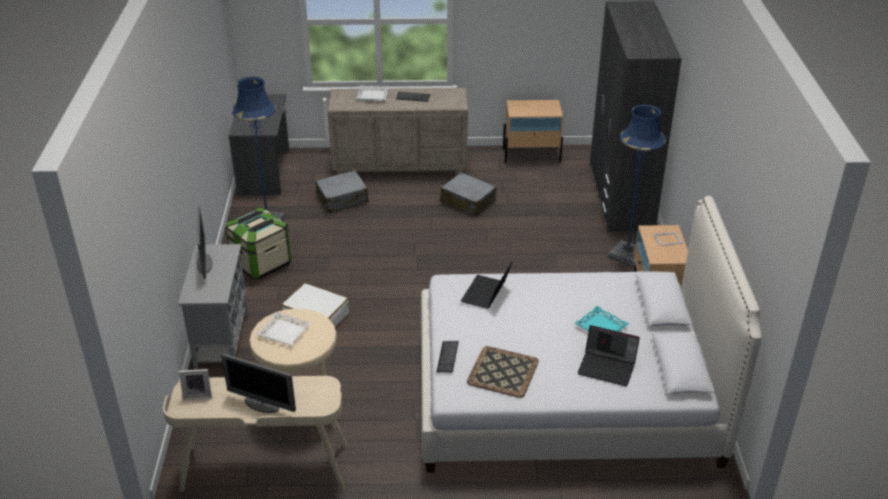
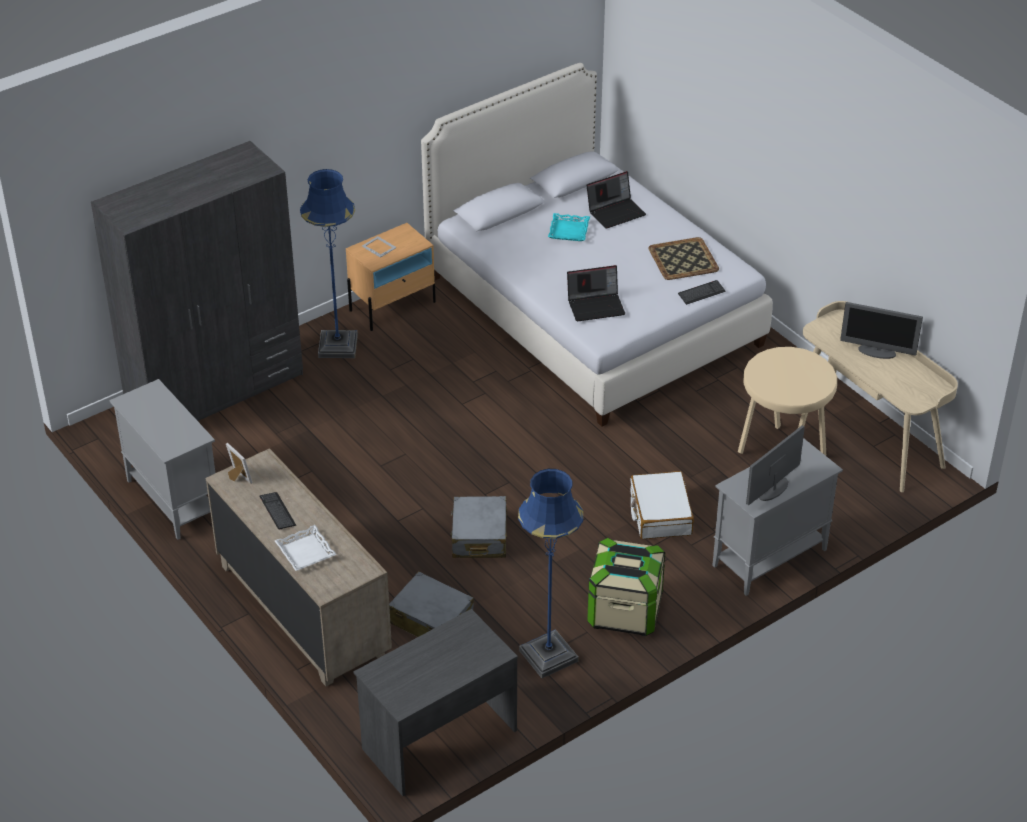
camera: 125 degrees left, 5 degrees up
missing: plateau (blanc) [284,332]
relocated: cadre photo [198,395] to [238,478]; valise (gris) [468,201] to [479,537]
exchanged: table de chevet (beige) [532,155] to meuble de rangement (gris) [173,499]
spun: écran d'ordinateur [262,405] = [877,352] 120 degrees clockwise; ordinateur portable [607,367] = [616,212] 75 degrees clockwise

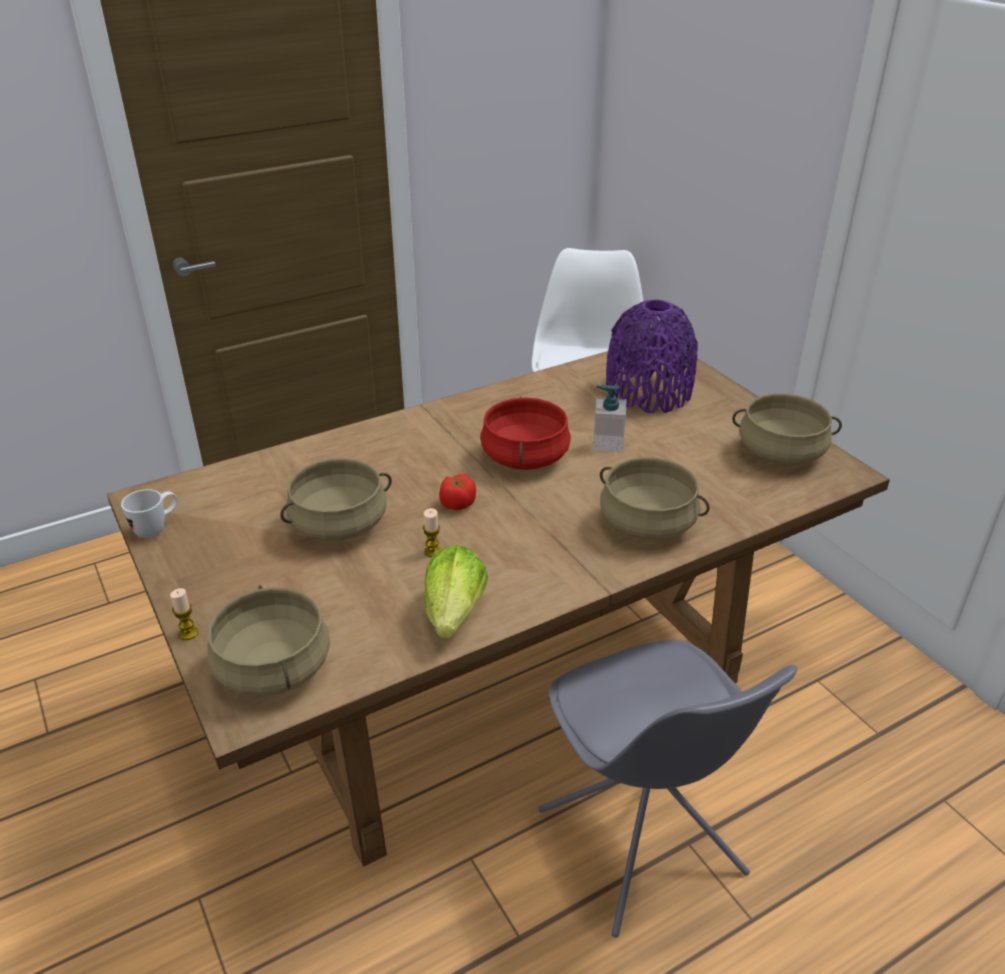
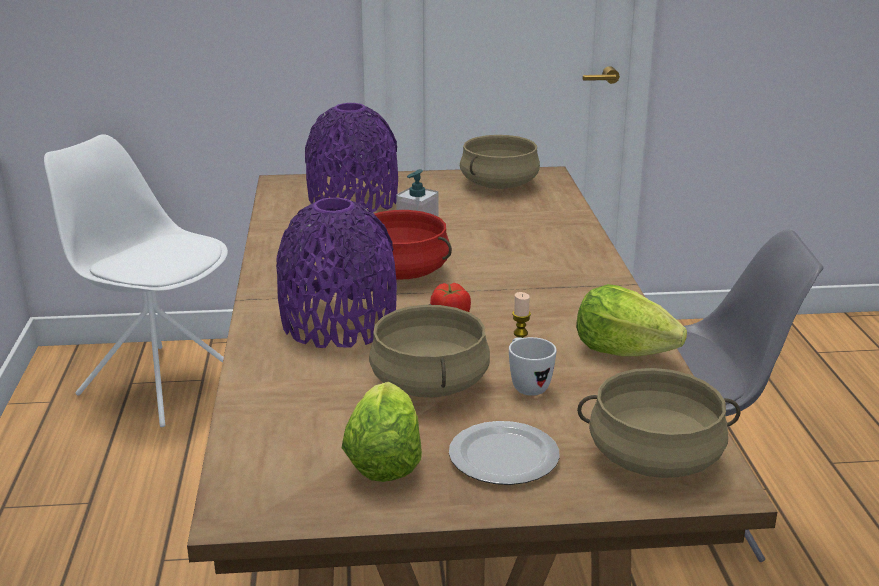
camera: 65 degrees left, 10 degrees down
missing: bougie [188,633]; marmite (beige) [648,523]
appeared: vase (violet) [338,323]; laitue [383,461]; assiette [505,457]
relocated: mug (blanc) [157,528] to [526,385]

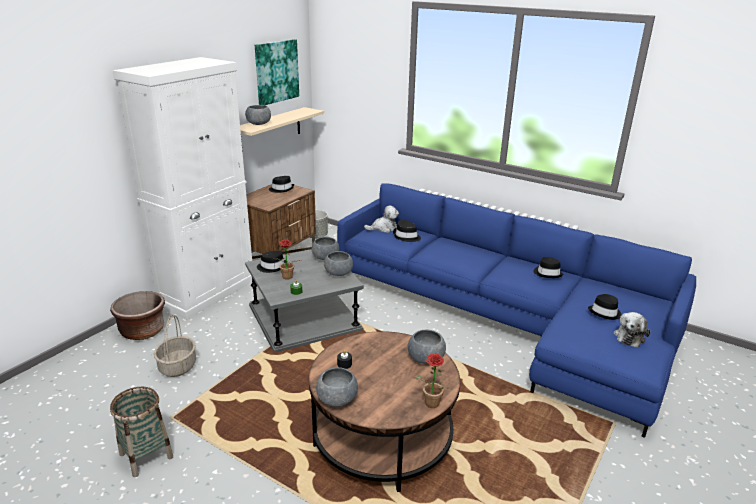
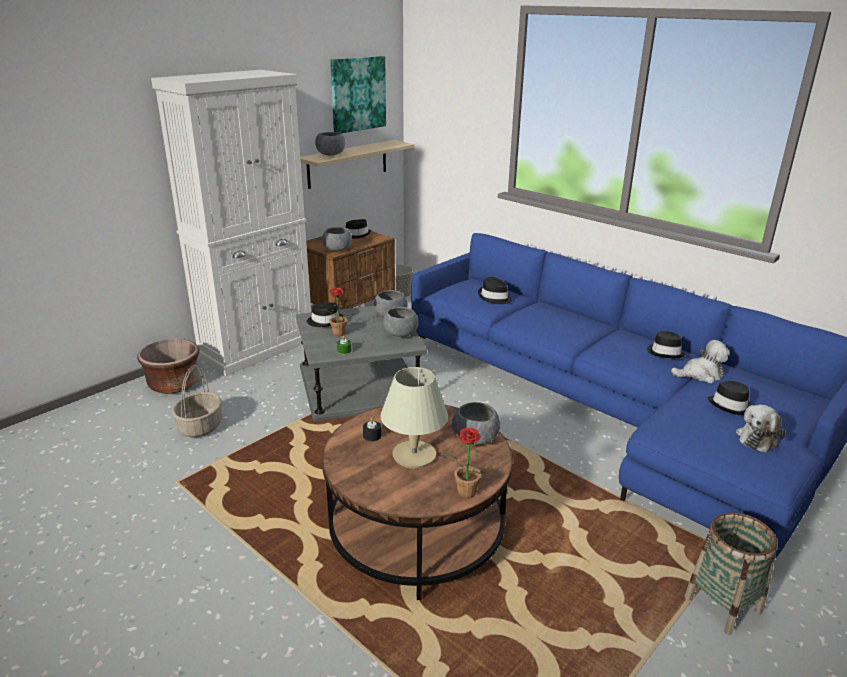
camera: 10 degrees right, 0 degrees up
appeared: lampe de table (beige) [414,456]
relocated: panier [146,455] to [723,605]; bol (gris) [337,399] to [337,250]; peluche [383,228] to [700,374]

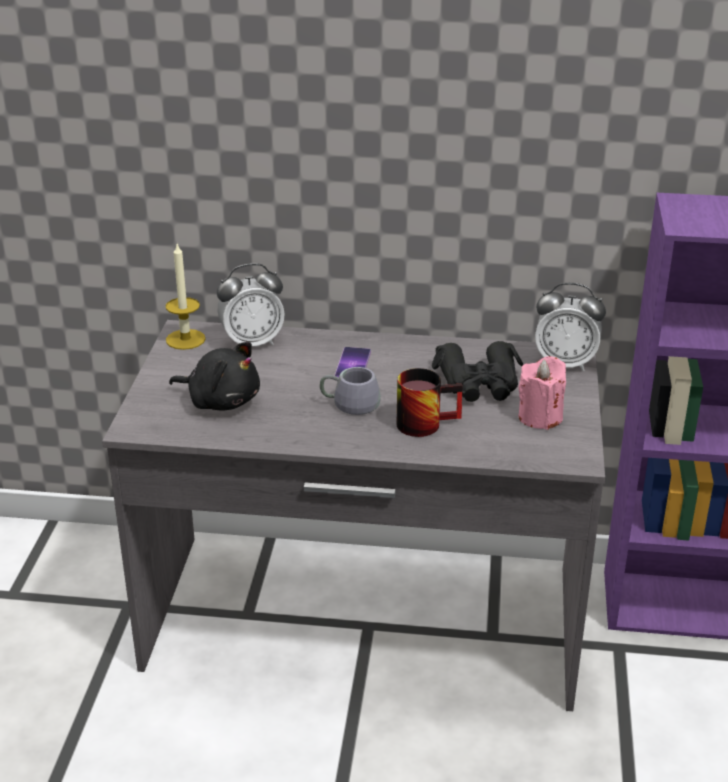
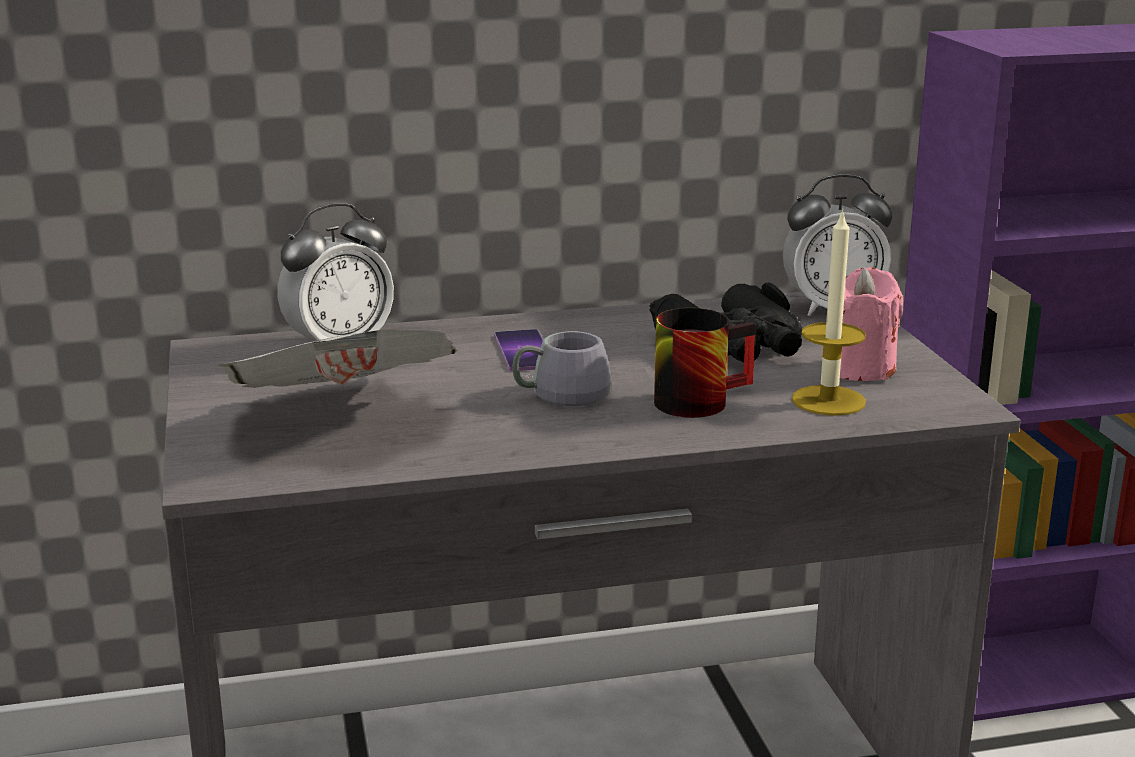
camera: 20 degrees left, 10 degrees down
relocated: bougie [185,339] to [828,400]
exchanged: peluche (noir) [221,401] to journal [343,422]

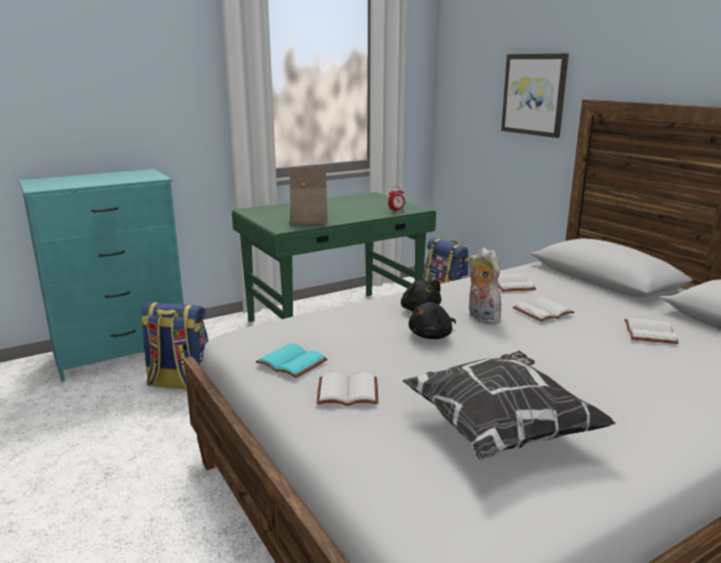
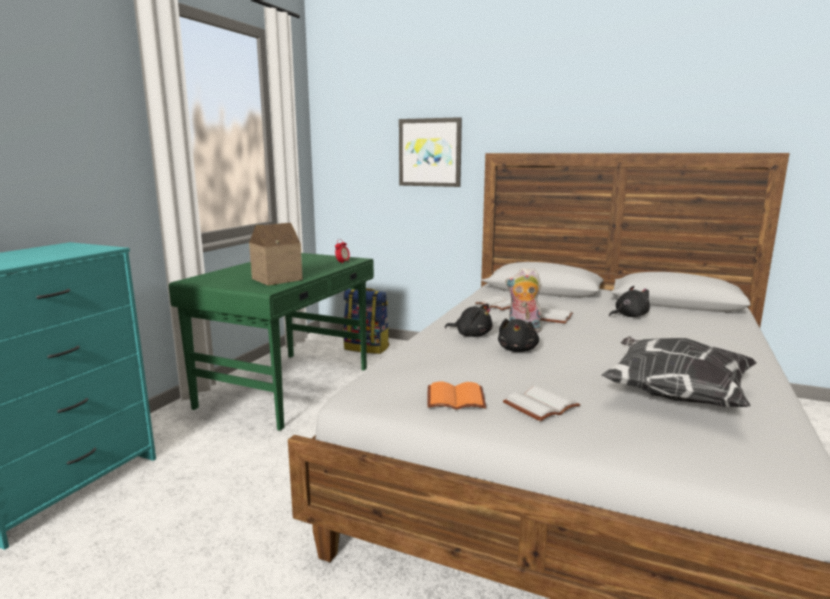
camera: 35 degrees left, 5 degrees down
missing: sac à dos [179,383]
exchanged: livre (blanc) [648,332] to peluche (noir) [629,316]
colour: livre (turquoise) [293,362] to livre (orange) [456,398]

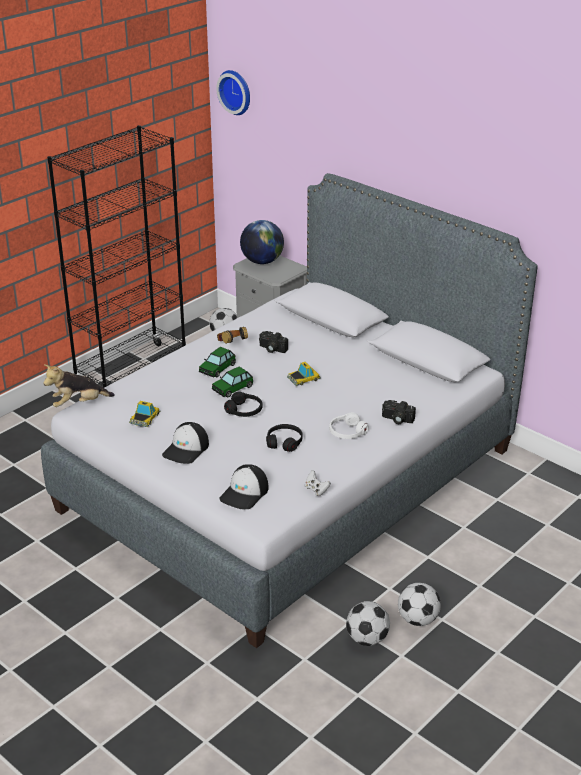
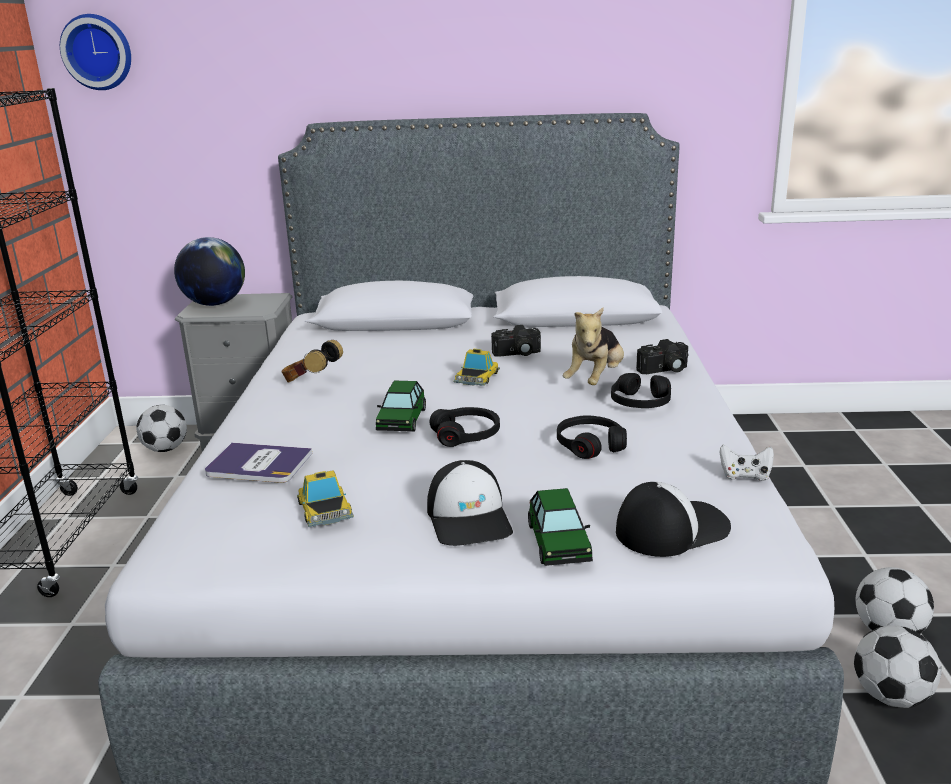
camera: 40 degrees left, 10 degrees down
appeared: livre [258,464]
relocated: peluche [78,404] to [595,380]; petite voiture [217,368] to [559,542]; appareil photo [271,349] to [517,354]
colour: casque audio (blanc) [347,432] to casque audio (noir) [640,402]
spun: casquette [245,493] = [671,529] 105 degrees counterclockwise

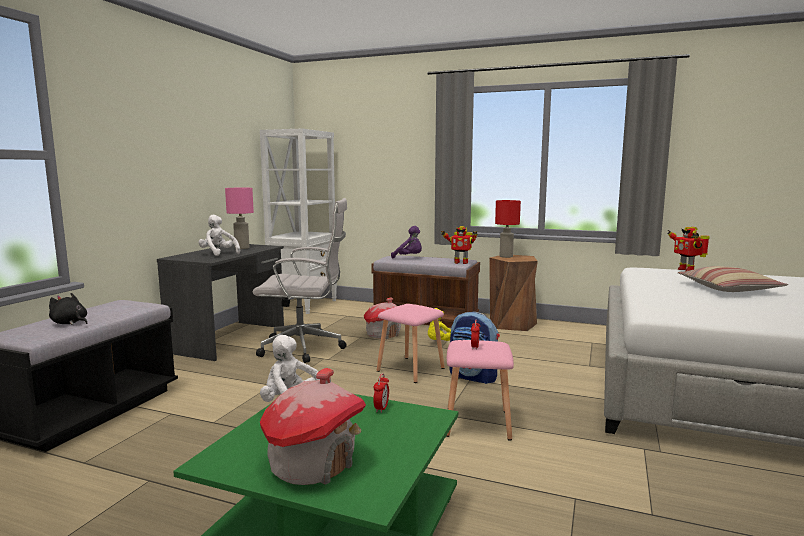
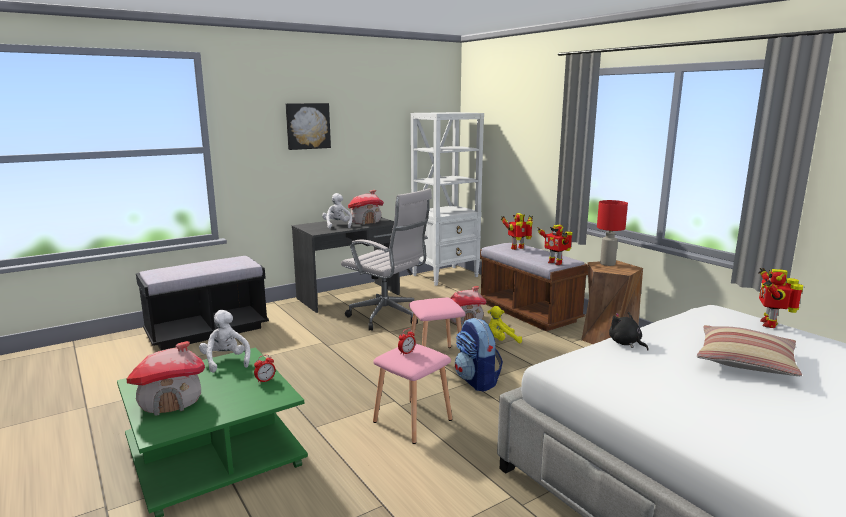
camera: 35 degrees right, 5 degrees up
appeared: tableau [307,126]
relocated: peluche (noir) [70,323] to [626,343]
exchanged: lampe de table (rose) [242,248] to maison miniature [366,221]; peluche (violet) [409,257] to robot jouet [518,248]

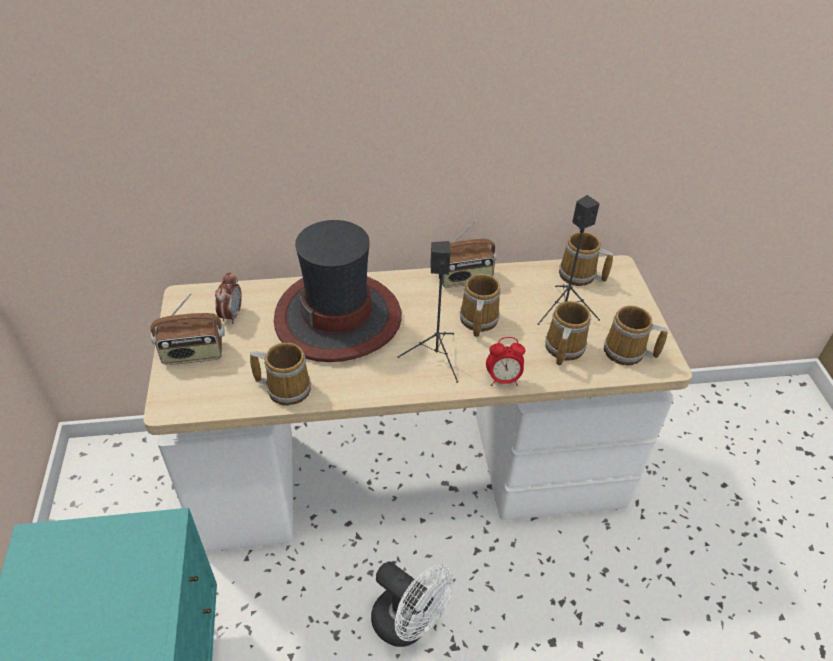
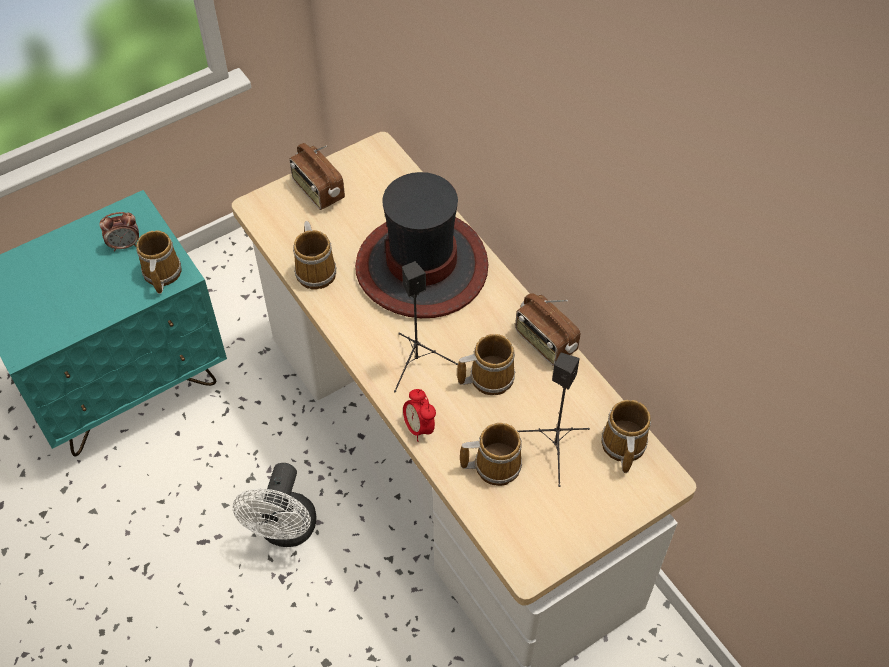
camera: 65 degrees right, 10 degrees up
relocated: réveil [231,315] to [125,245]; mug [626,352] to [160,274]

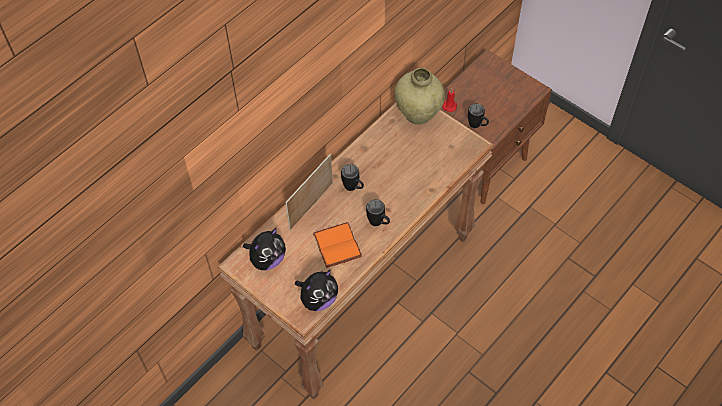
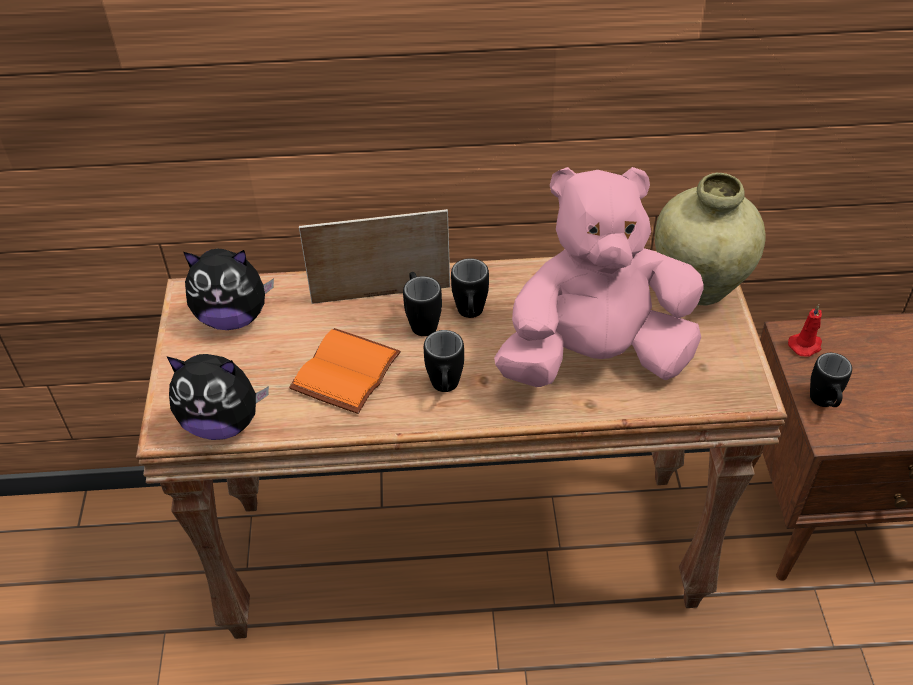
camera: 45 degrees right, 10 degrees down
appeared: mug (noir) [421,320]; peluche (rose) [595,357]

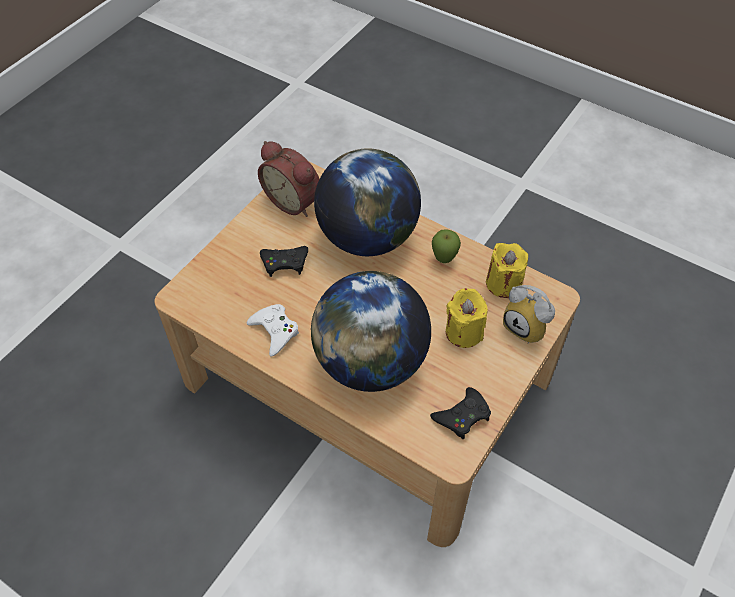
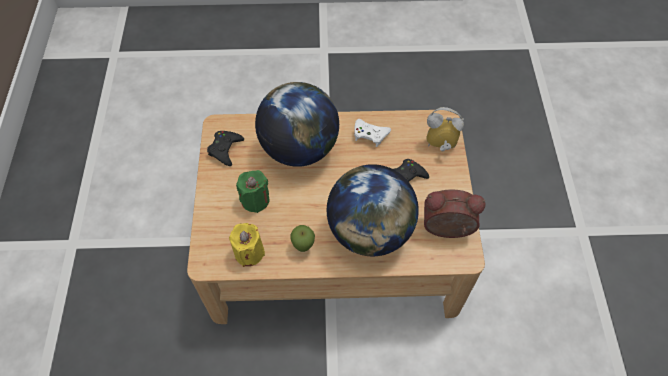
camera: 145 degrees right, 5 degrees up
relocated: réveil [527,327] to [439,147]
colour: bougie (jaune) [463,332] to bougie (vert) [255,200]

